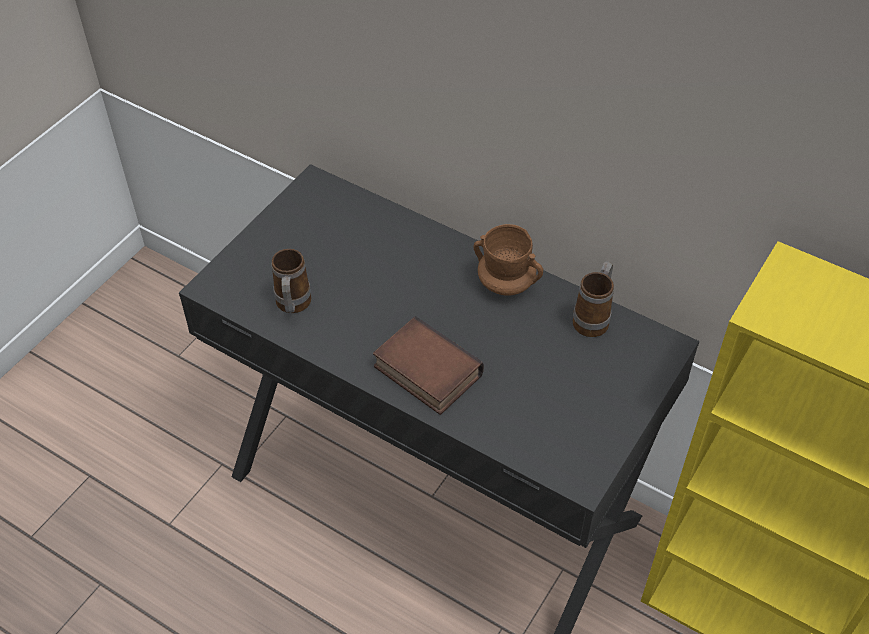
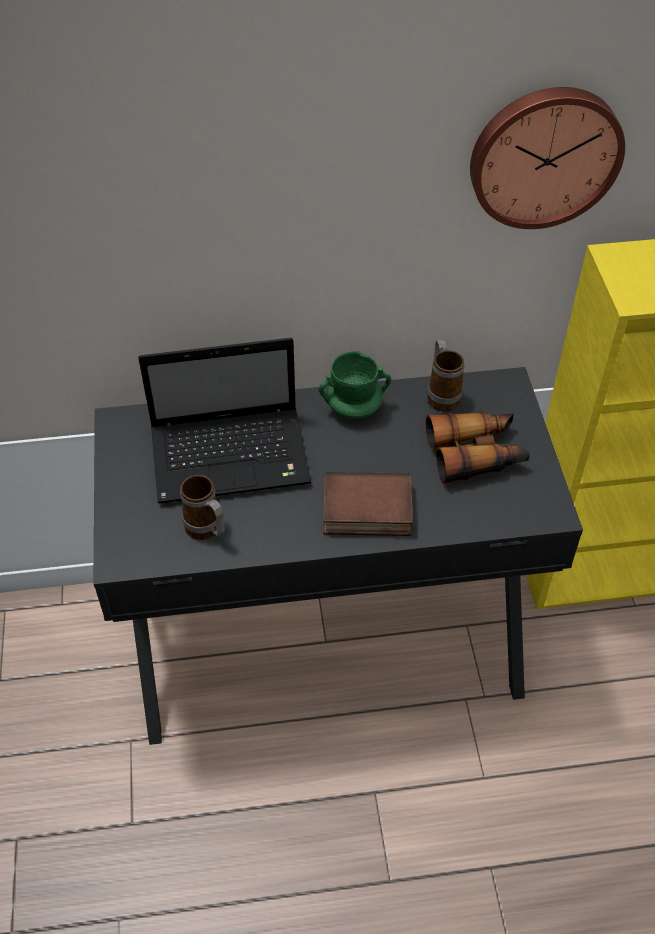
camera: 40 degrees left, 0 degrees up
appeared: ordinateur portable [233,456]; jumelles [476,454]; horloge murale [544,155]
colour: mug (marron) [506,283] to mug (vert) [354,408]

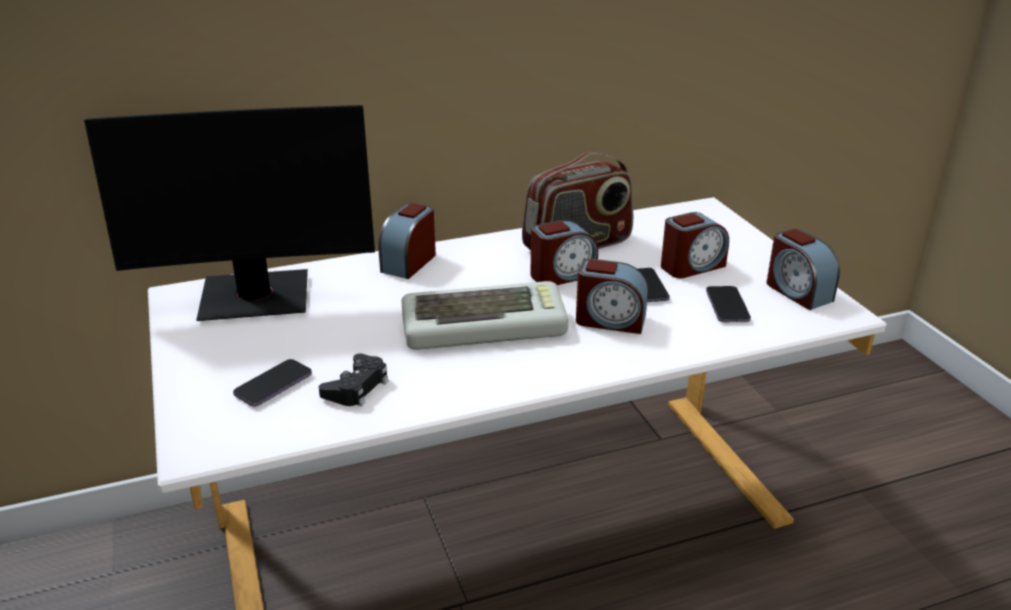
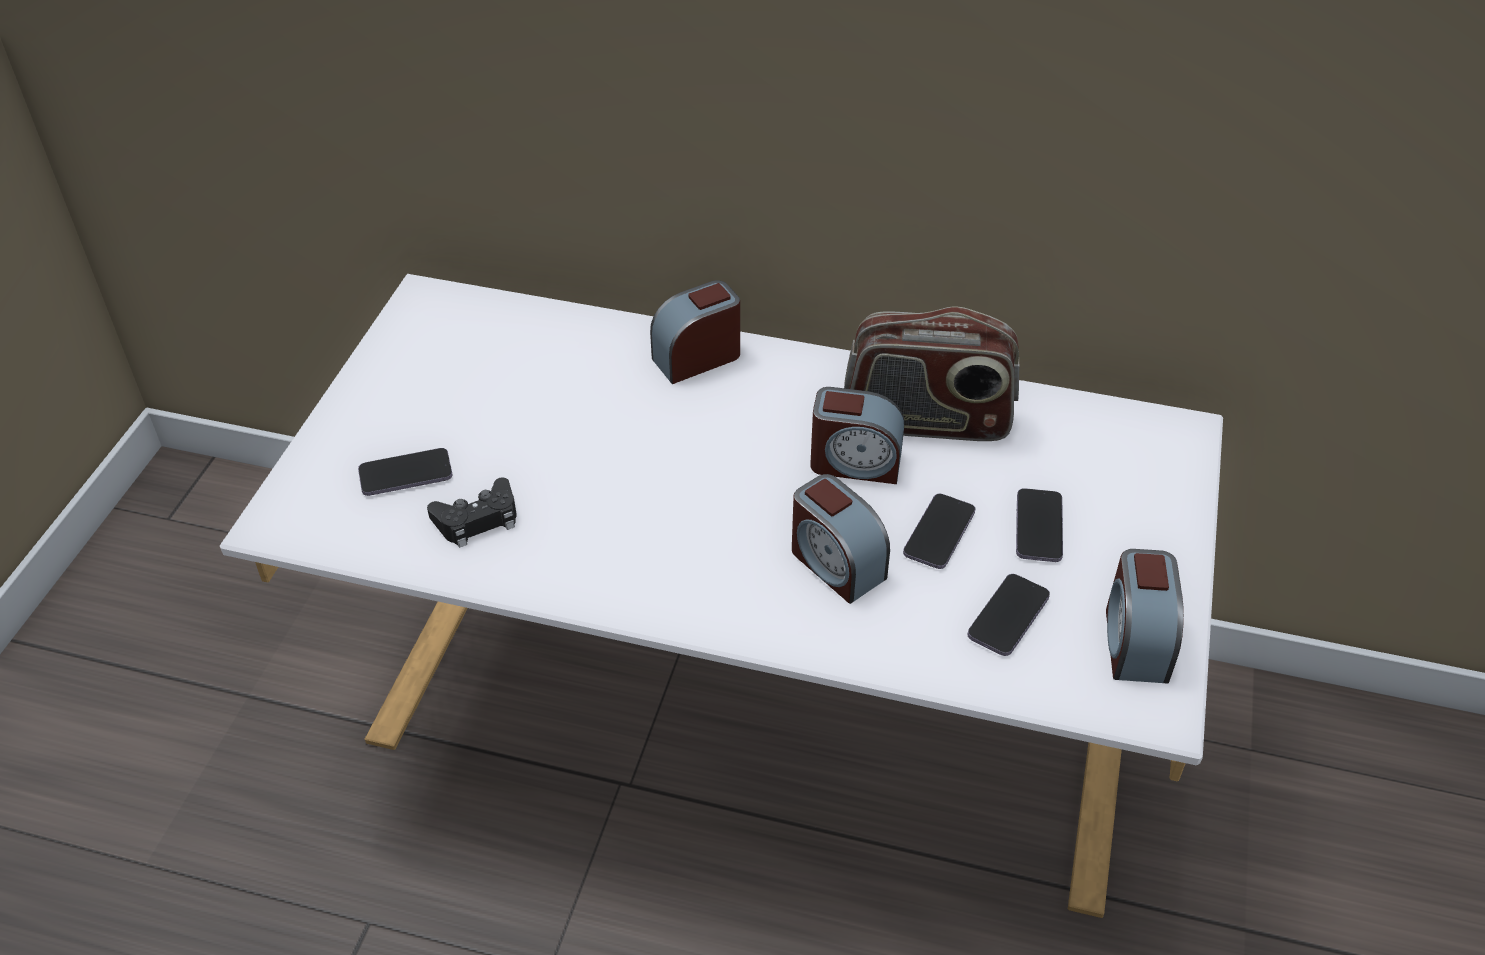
camera: 35 degrees right, 15 degrees up
missing: écran d'ordinateur [255,298]; clavier [485,326]
exchanged: réveil [692,266] to téléphone [1038,527]

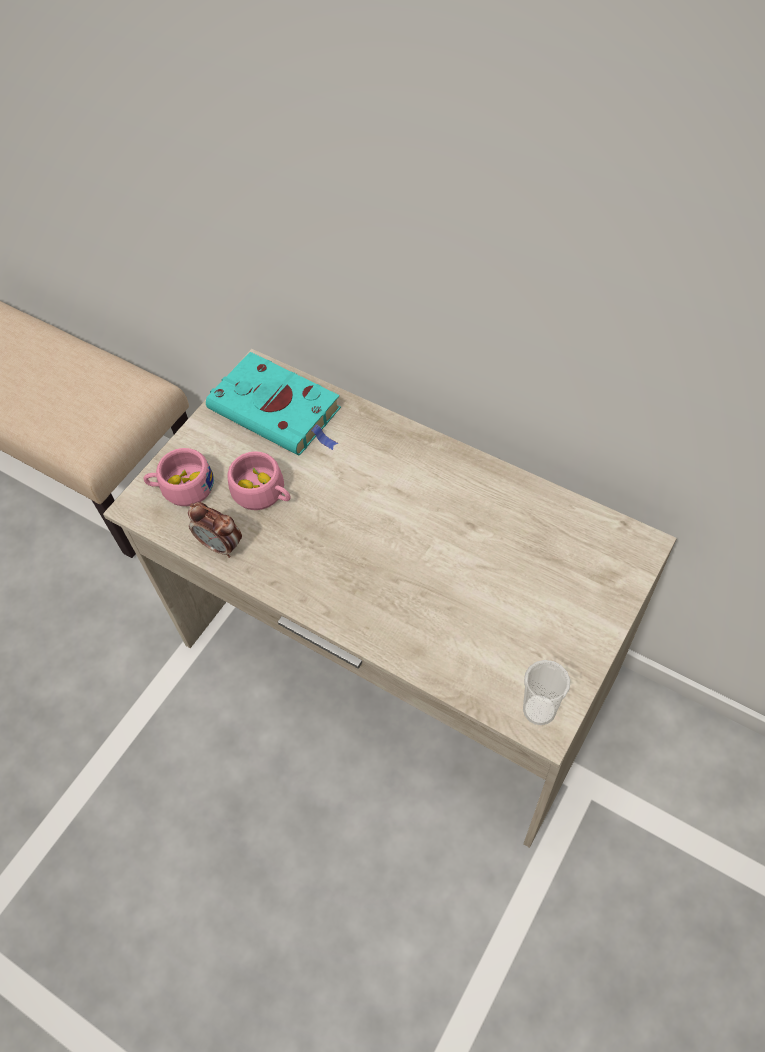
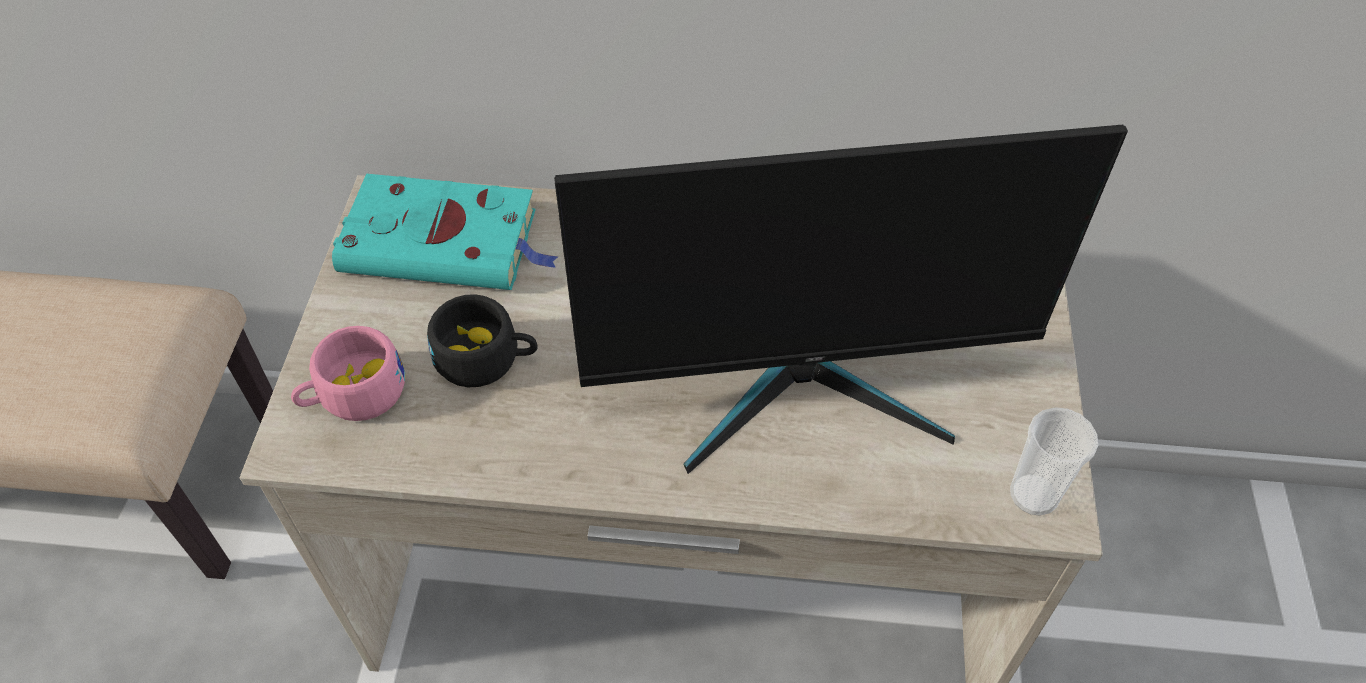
camera: 30 degrees left, 5 degrees down
missing: réveil [221,546]
appeared: écran d'ordinateur [807,387]
colour: tasse (rose) [264,493] to tasse (noir) [487,358]

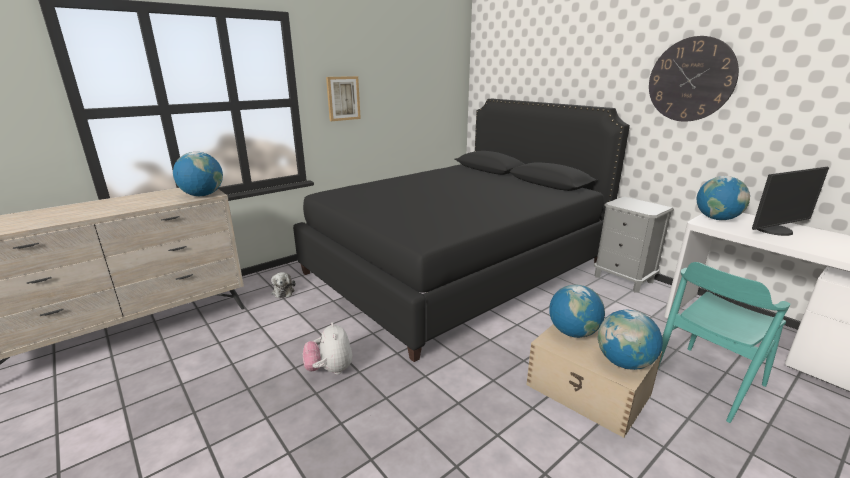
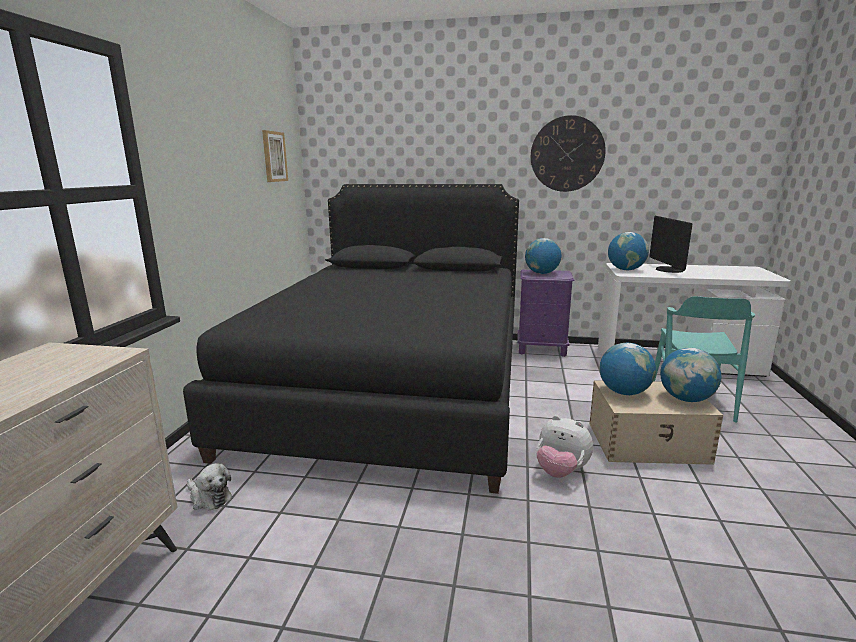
camera: 40 degrees left, 5 degrees down
relocated: globe [202,195] to [541,273]; peluche [330,370] to [561,472]; tableau [343,98] to [274,156]
colour: table de chevet (gris) [623,279] to table de chevet (violet) [542,349]
spun: écran d'ordinateur [775,230] = [668,270] 150 degrees clockwise

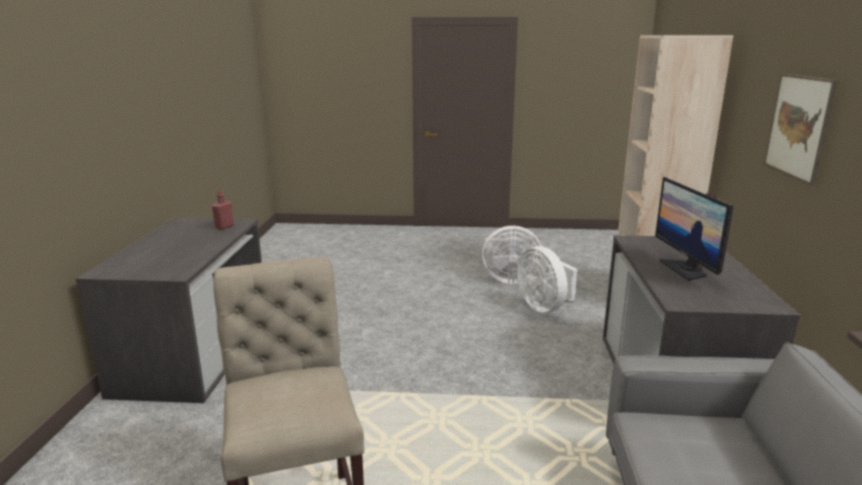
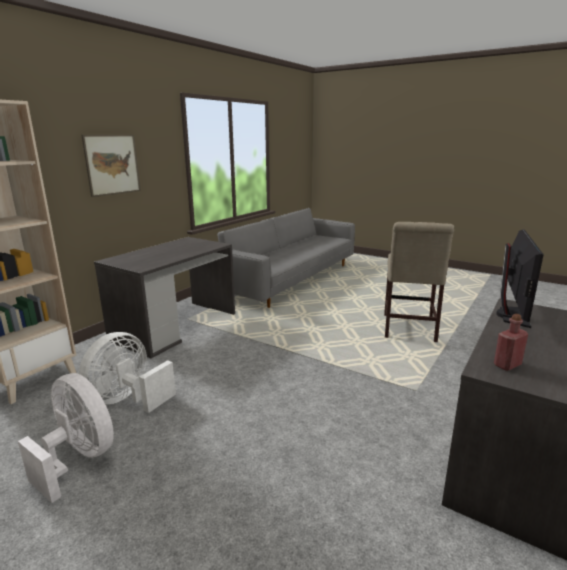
camera: 150 degrees left, 0 degrees up
relocated: écran d'ordinateur [686,269] to [512,316]
spun: ventilateur (blanc) [544,307] = [128,400] 150 degrees counterclockwise

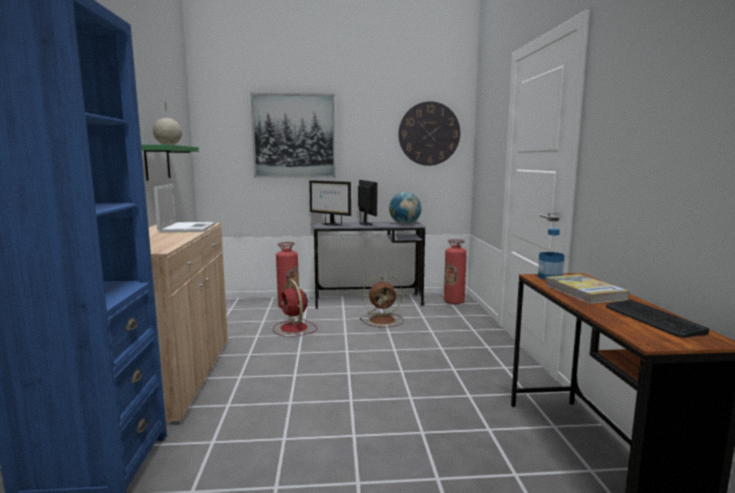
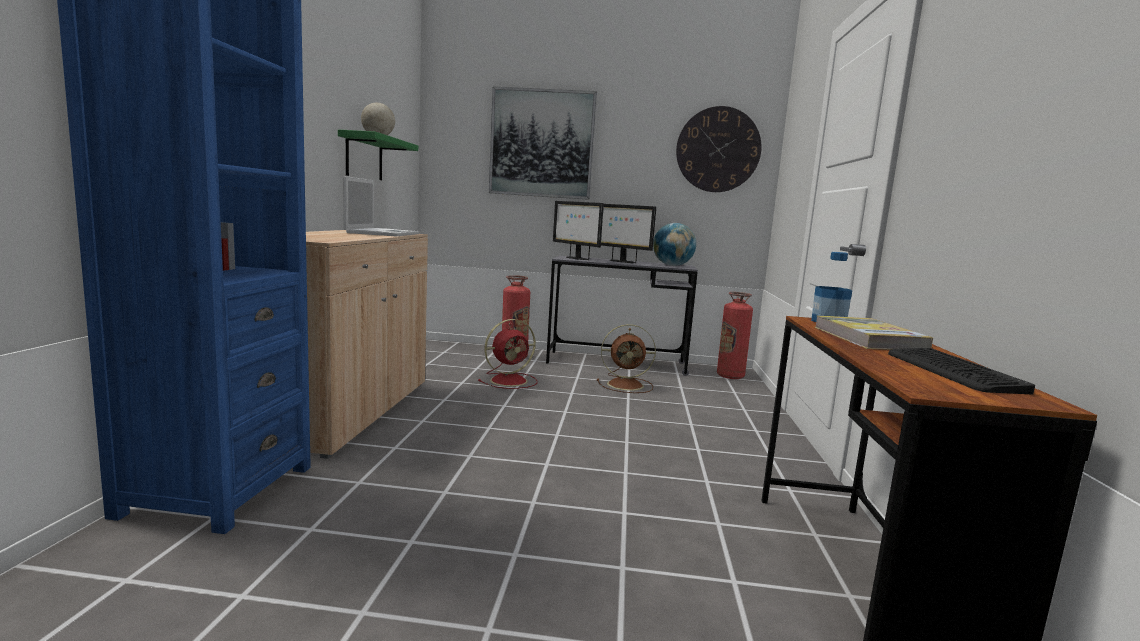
camera: 10 degrees right, 0 degrees up
spun: ventilateur (rouge) [294,329] = [510,380] 105 degrees counterclockwise; écran d'ordinateur [366,224] = [621,261] 135 degrees clockwise

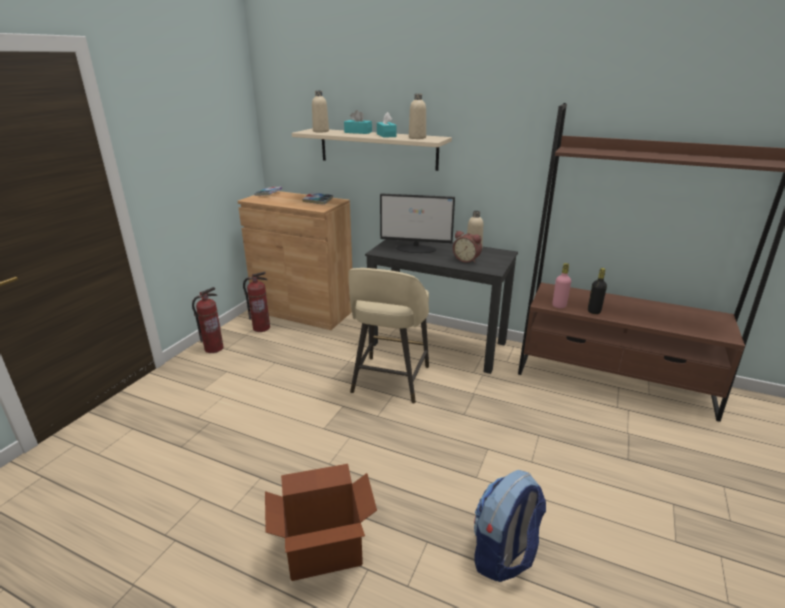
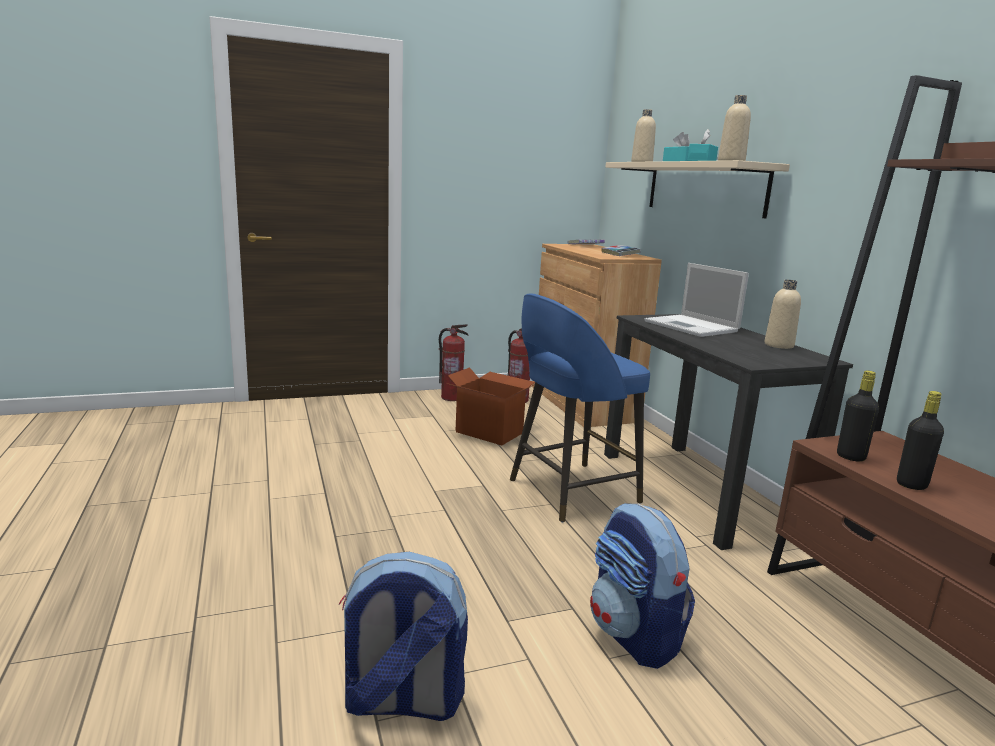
camera: 45 degrees right, 10 degrees down
missing: réveil [467,260]
appeared: sac à dos [634,635]
relocated: carton [323,549] to [489,432]
exchanged: écran d'ordinateur [416,249] to ordinateur portable [692,327]
colour: tabouret (beige) [390,381] to tabouret (bleu) [570,491]; bouteille (rose) [559,306] to bouteille (noir) [850,457]

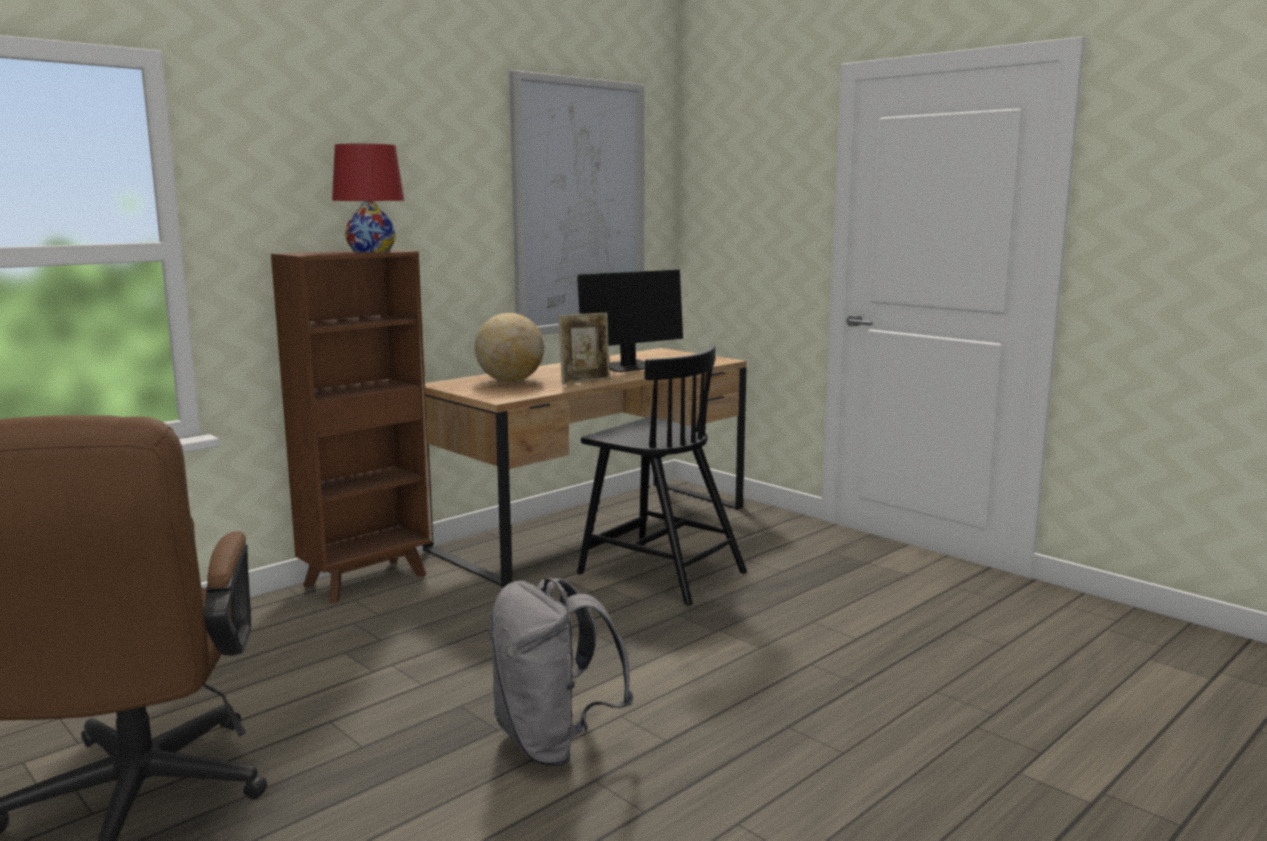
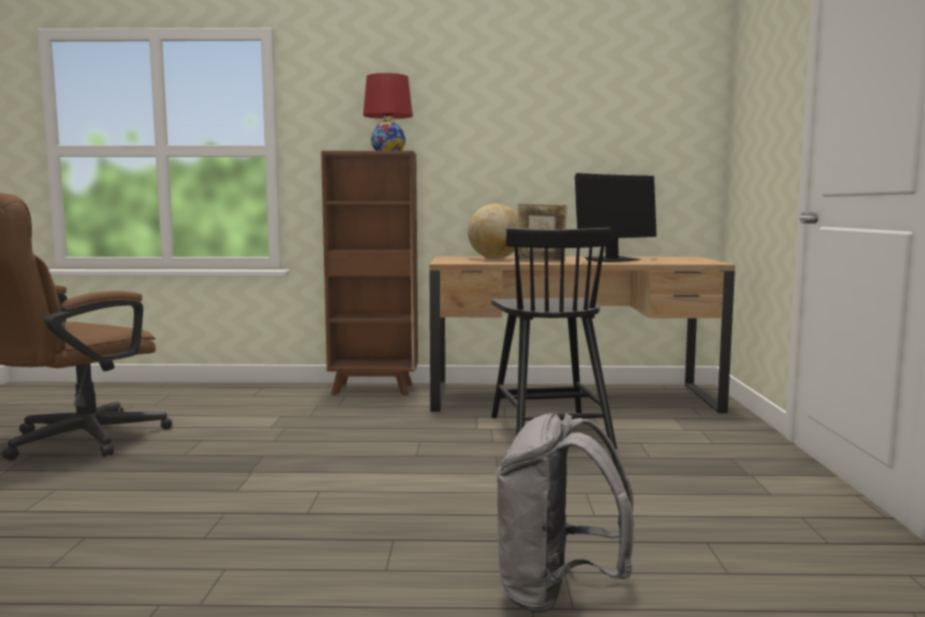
camera: 45 degrees right, 5 degrees down
missing: tableau [579,206]
relocated: sac à dos (gris) [553,743] to [557,593]
spun: écran d'ordinateur [628,367] = [612,260] 45 degrees counterclockwise

